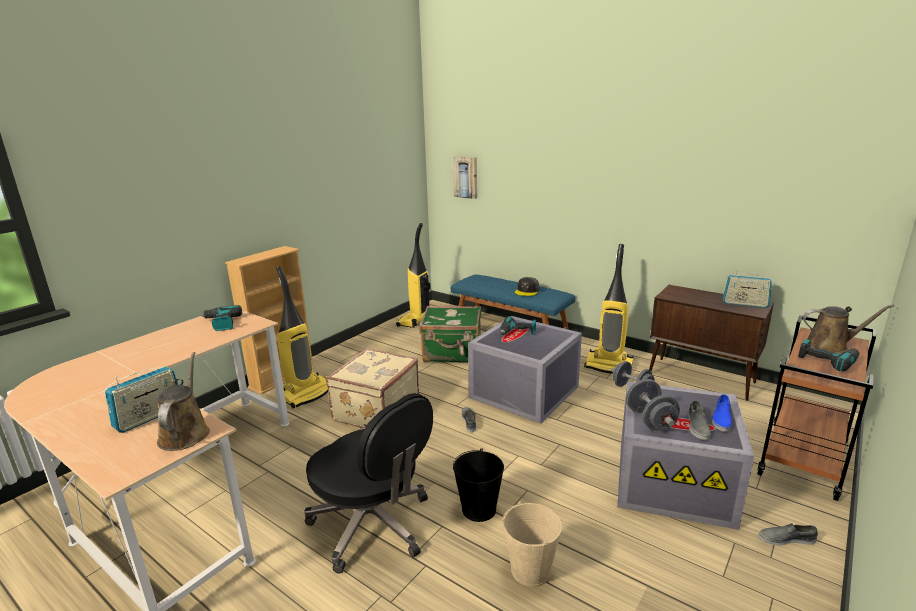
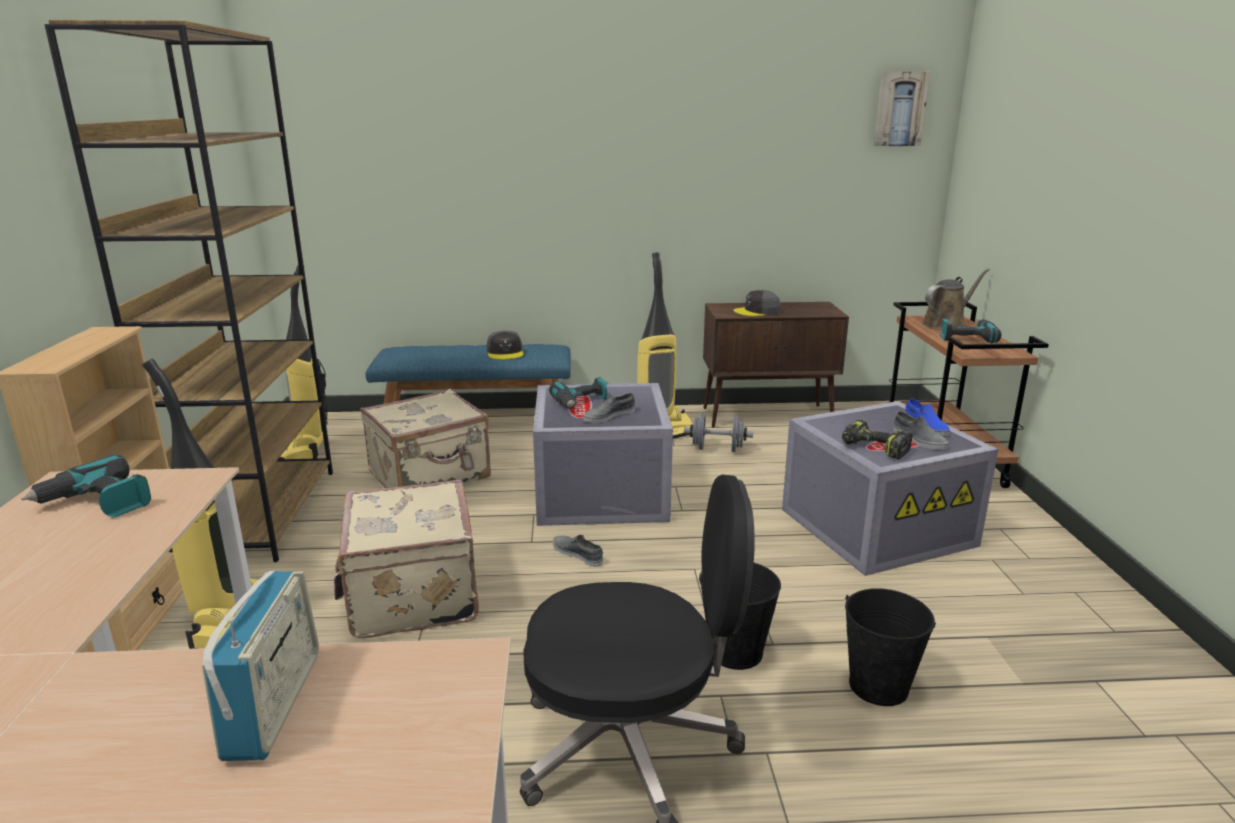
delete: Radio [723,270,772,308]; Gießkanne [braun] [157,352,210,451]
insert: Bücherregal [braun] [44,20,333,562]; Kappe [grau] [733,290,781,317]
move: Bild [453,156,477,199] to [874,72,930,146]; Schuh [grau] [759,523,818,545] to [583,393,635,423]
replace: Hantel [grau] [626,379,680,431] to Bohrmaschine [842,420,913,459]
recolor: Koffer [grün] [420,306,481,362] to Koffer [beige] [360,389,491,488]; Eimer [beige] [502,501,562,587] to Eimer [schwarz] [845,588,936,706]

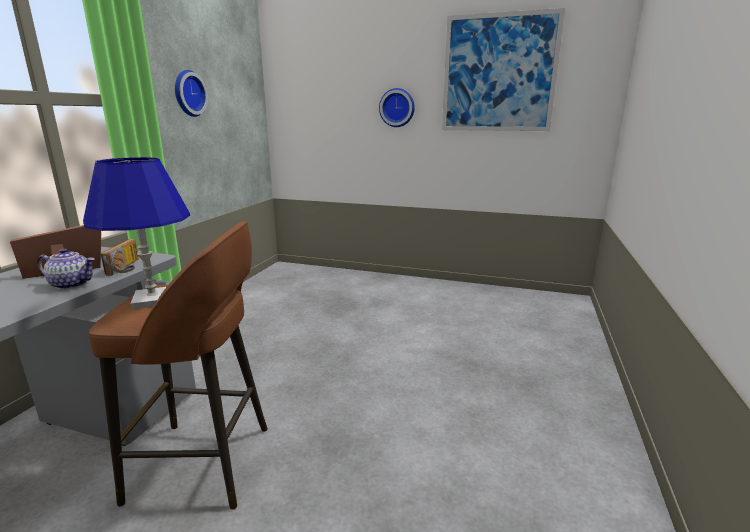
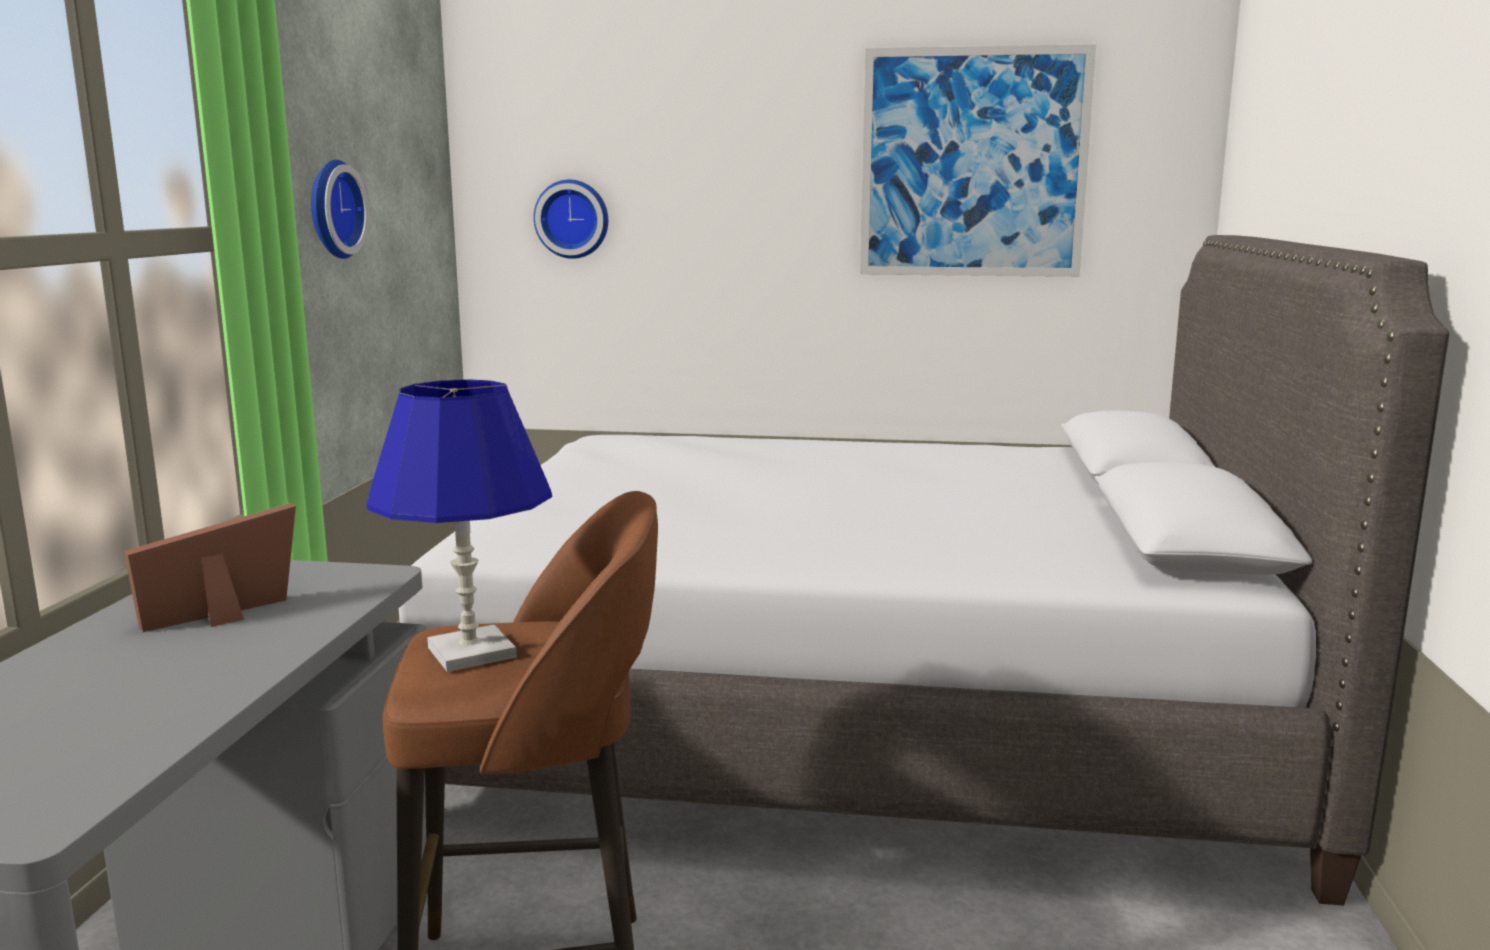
delete: Radio [101,239,139,276]; Teekanne [37,248,95,290]
insert: Bett [grau] [399,235,1449,906]
move: Wanduhr [379,88,415,127] to [534,180,608,259]

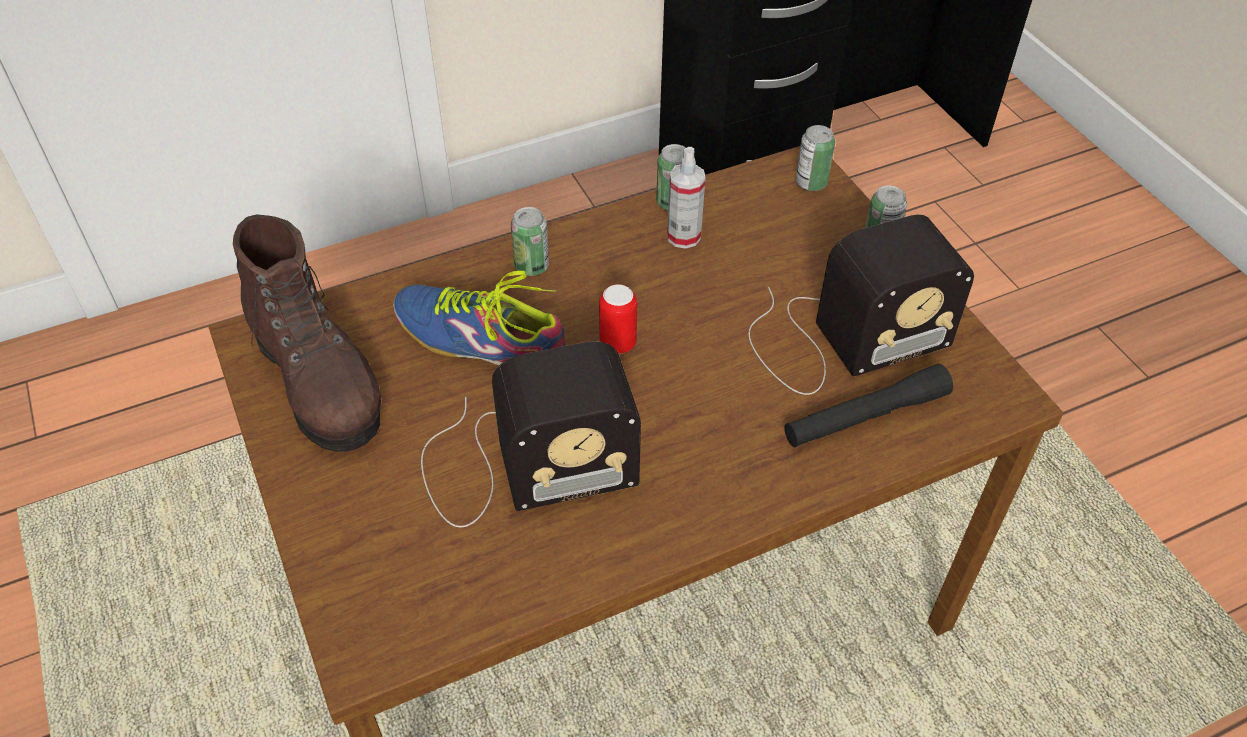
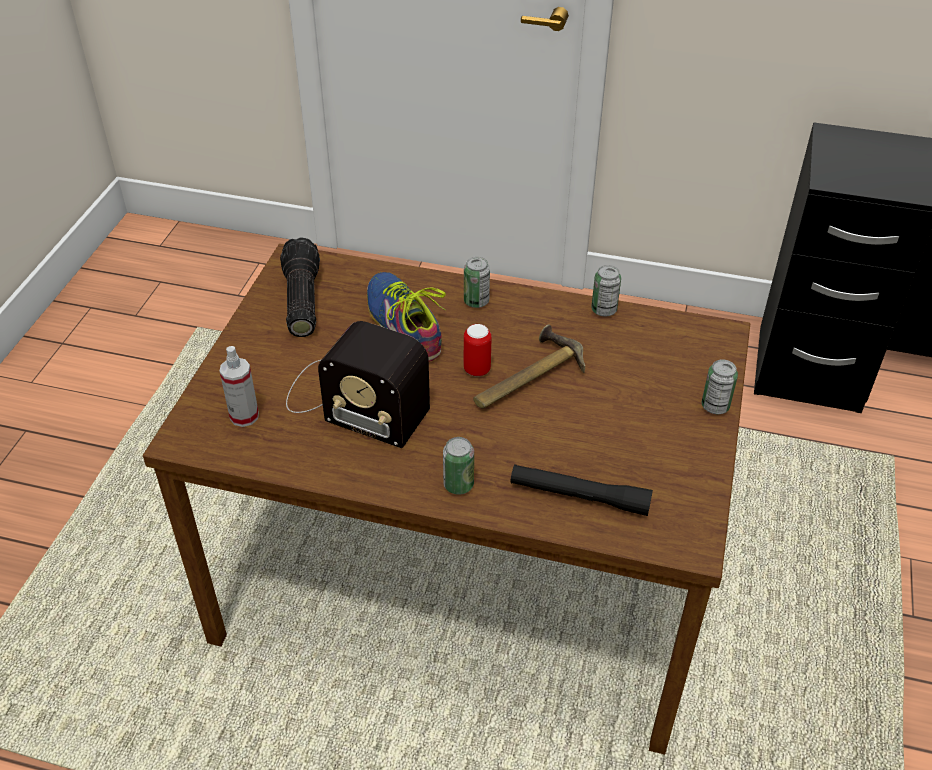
delete: Radio [748,214,974,395]
insert: Hammer [473,325,585,409]
move: Dose [795,125,835,191] to [443,437,474,495]; Sprühflasche [667,147,706,249] to [220,346,259,427]
replace: Stiefel [braun] [233,215,381,452] to Taschenlampe [280,237,320,337]

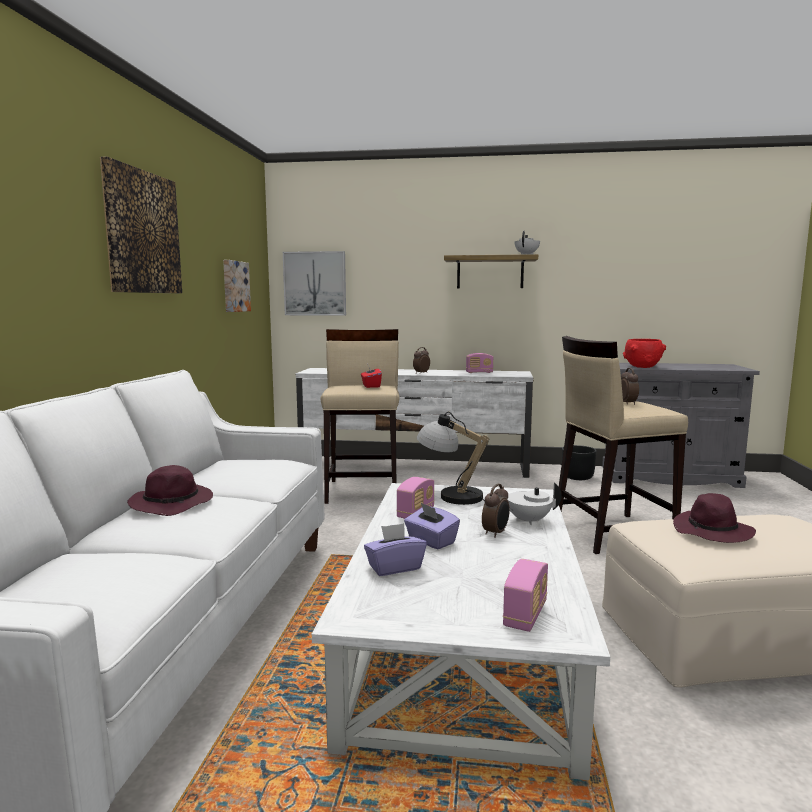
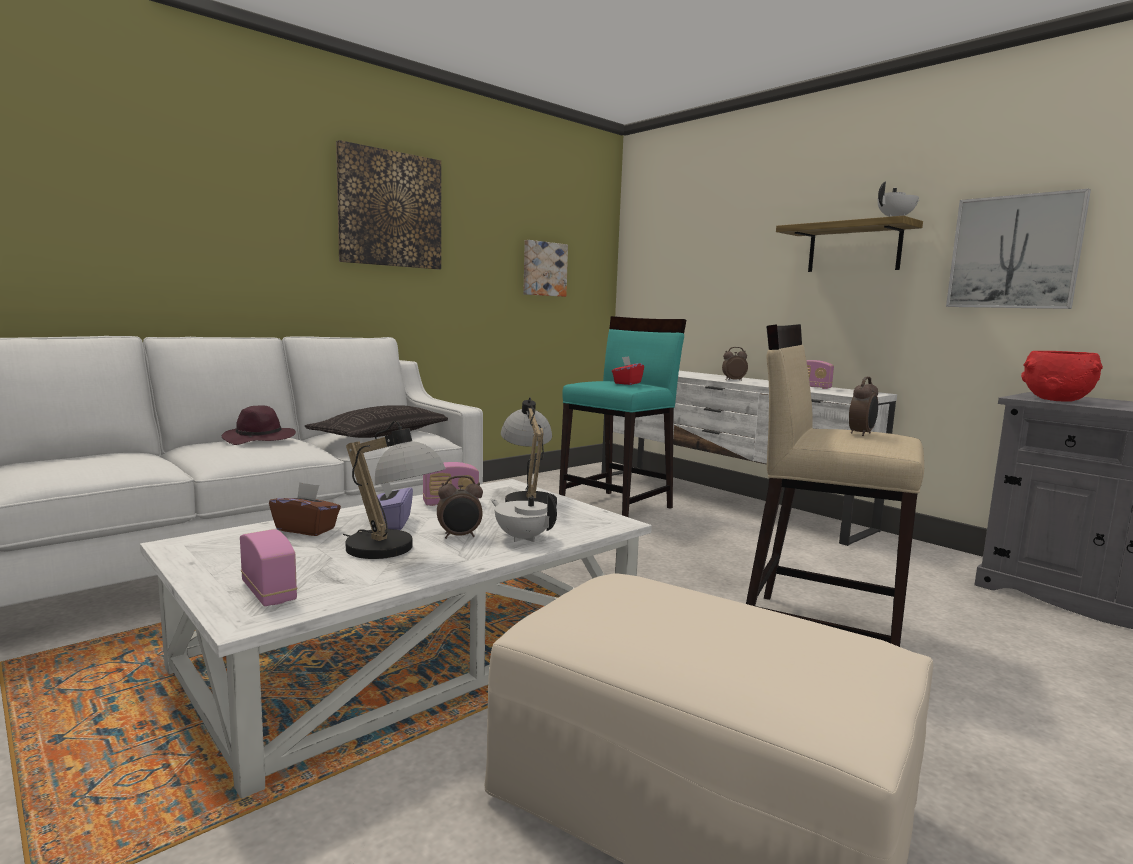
delete: Pflanzkübel [schwarz] [562,445,597,480]; Hut [lila] [673,493,756,543]
insert: Kissen [305,405,448,438]; Tischlampe [343,421,446,559]
move: Bild [283,251,346,316] to [946,188,1091,309]
recolor: Hocker [beige] [320,329,399,504] to Hocker [türkis] [559,316,686,517]; Taschentuchbox [lila] [364,523,427,576] to Taschentuchbox [braun] [269,482,341,536]
rotate: Radio [503,559,548,632] = [240,529,297,606] 105 degrees counterclockwise

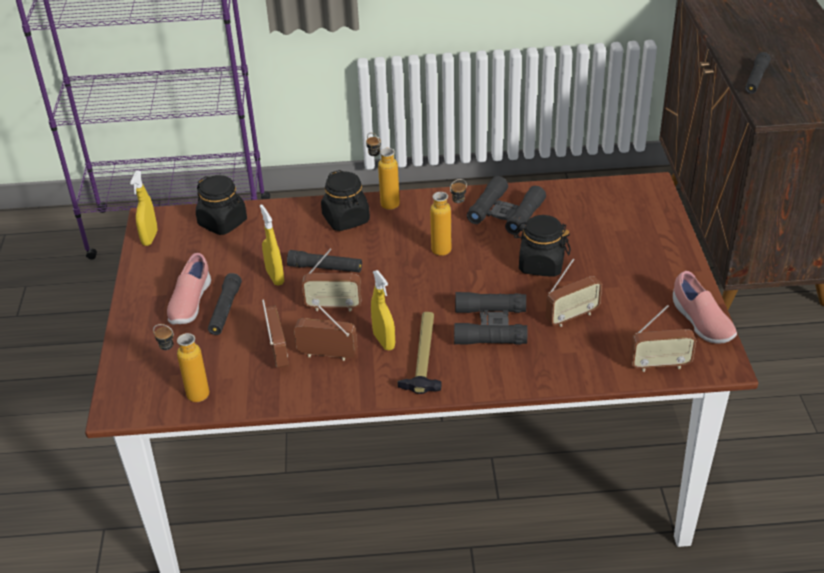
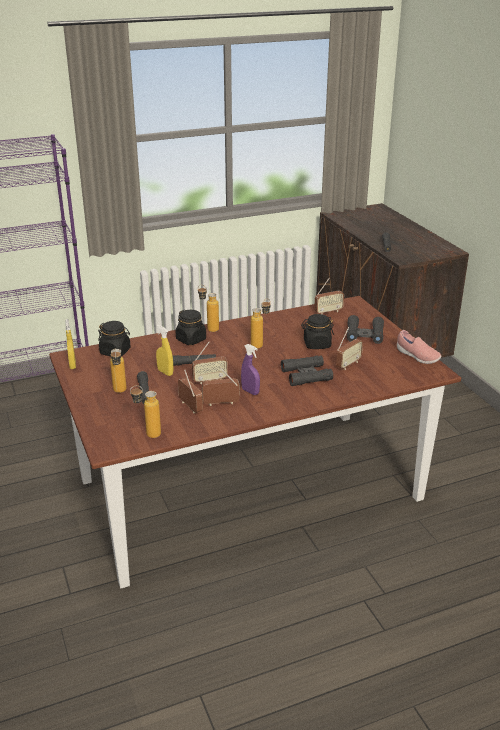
delete: Hammer [398,312,441,394]
move: Fernglas [schwarz] [467,176,546,235] to [347,315,384,344]; Radio [630,305,696,372] to [314,278,344,315]
replace: Schuh [rosa] [167,253,211,324] to Flasche [110,348,127,393]
recolor: Sprühflasche [gelb] [371,270,395,350] to Sprühflasche [lila] [241,344,260,395]

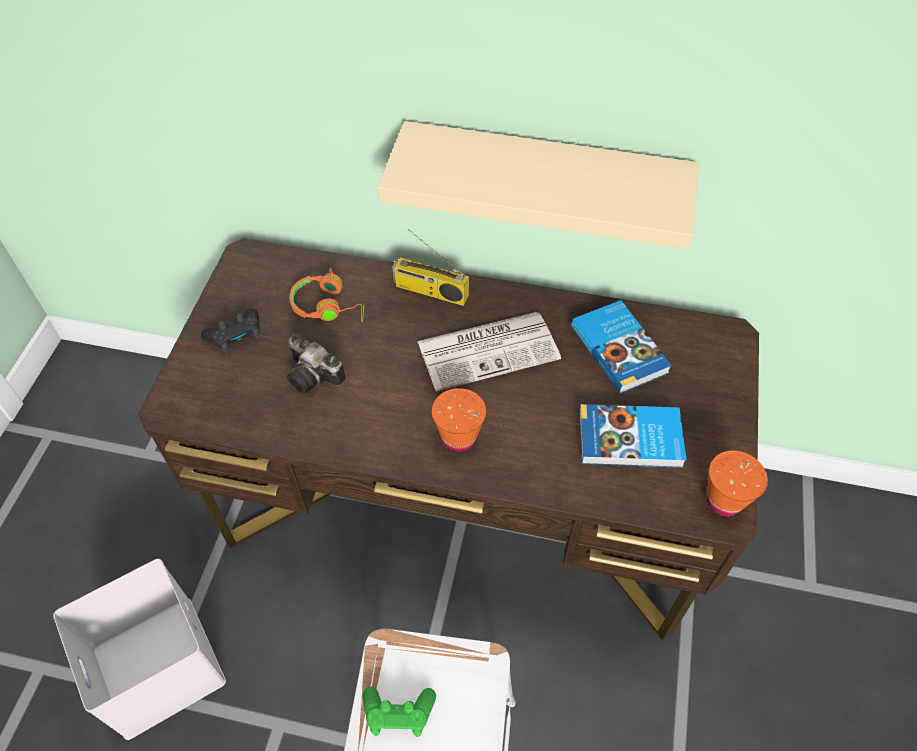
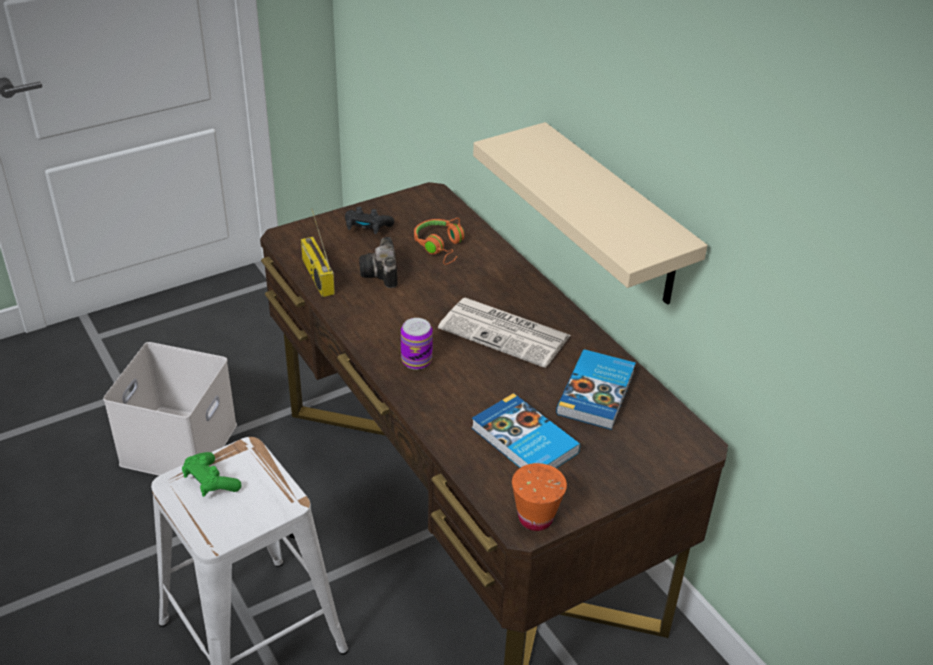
move: Radio [392,229,469,306] to [301,208,335,297]
replace: Tasse [orange] [432,388,486,452] to Dose [401,318,433,370]

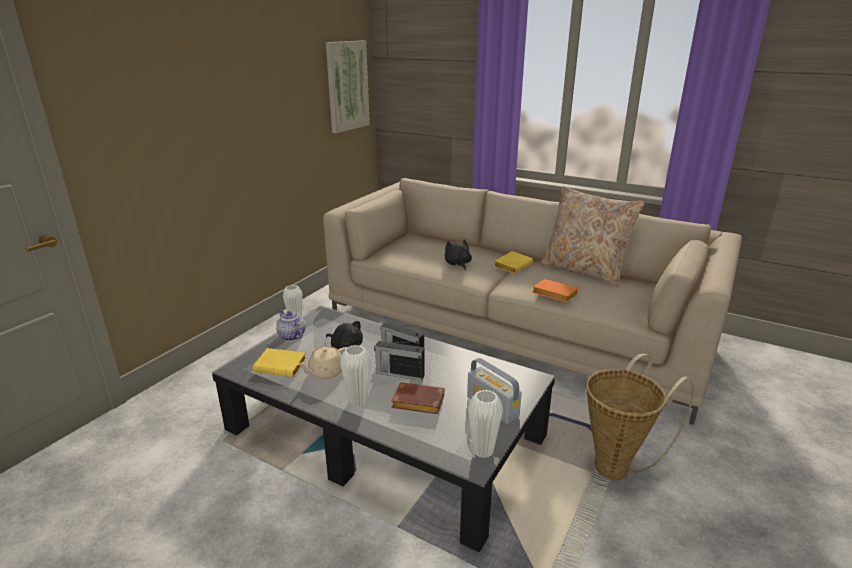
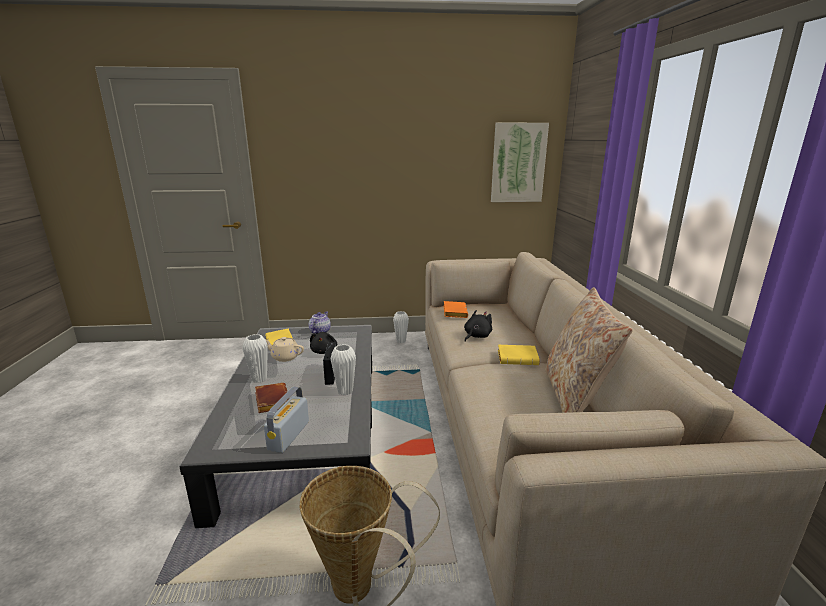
delete: Radio [374,341,425,381]
move: Buch [orange] [532,279,579,302] to [443,301,468,318]; Vase [weiß] [468,390,503,458] to [331,344,356,395]

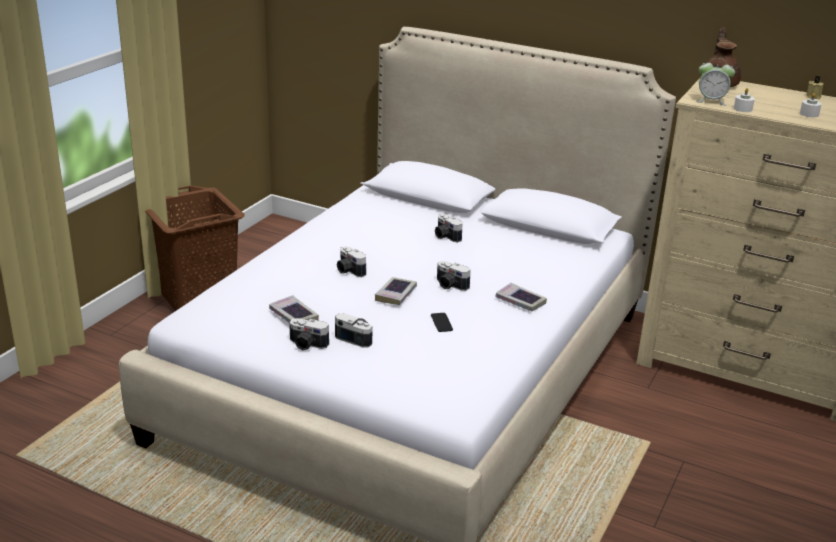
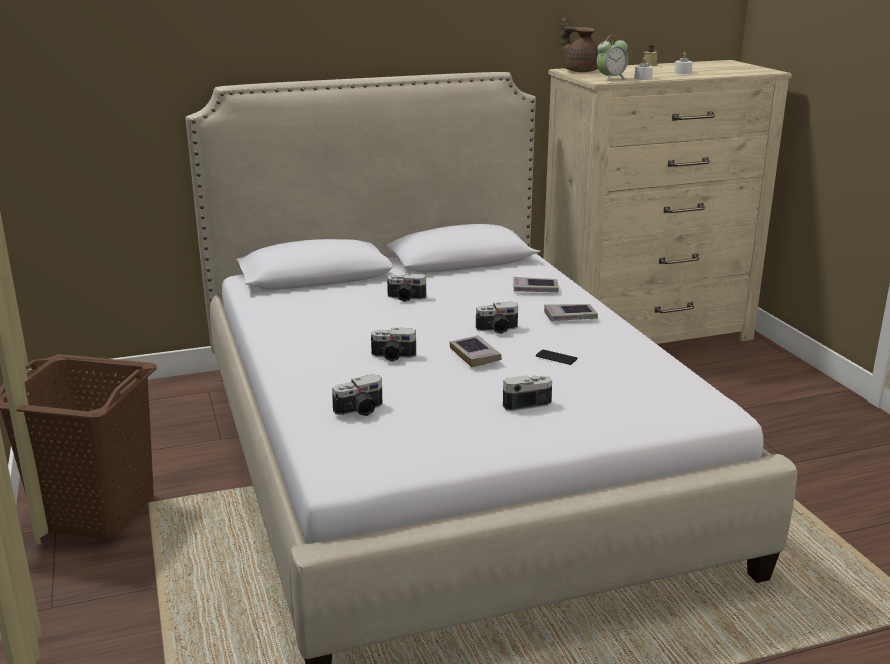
move: Buch [269,295,319,323] to [513,277,559,292]; Kamera [289,318,329,350] to [332,375,382,416]

